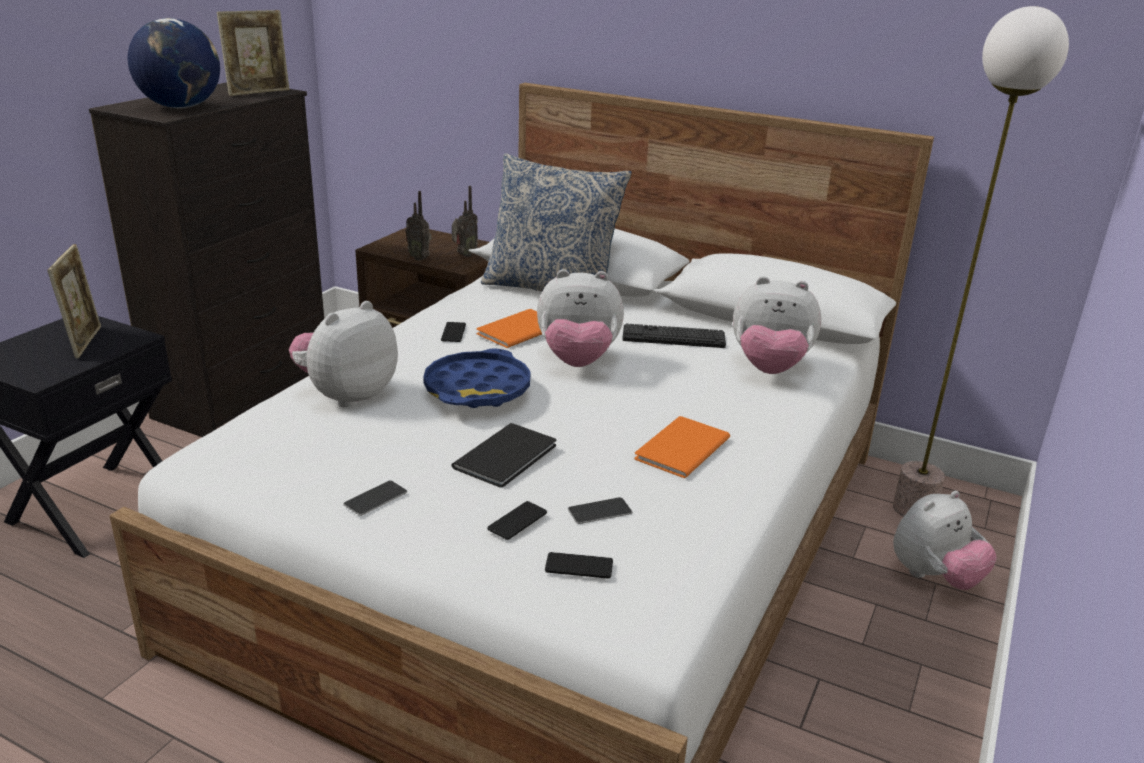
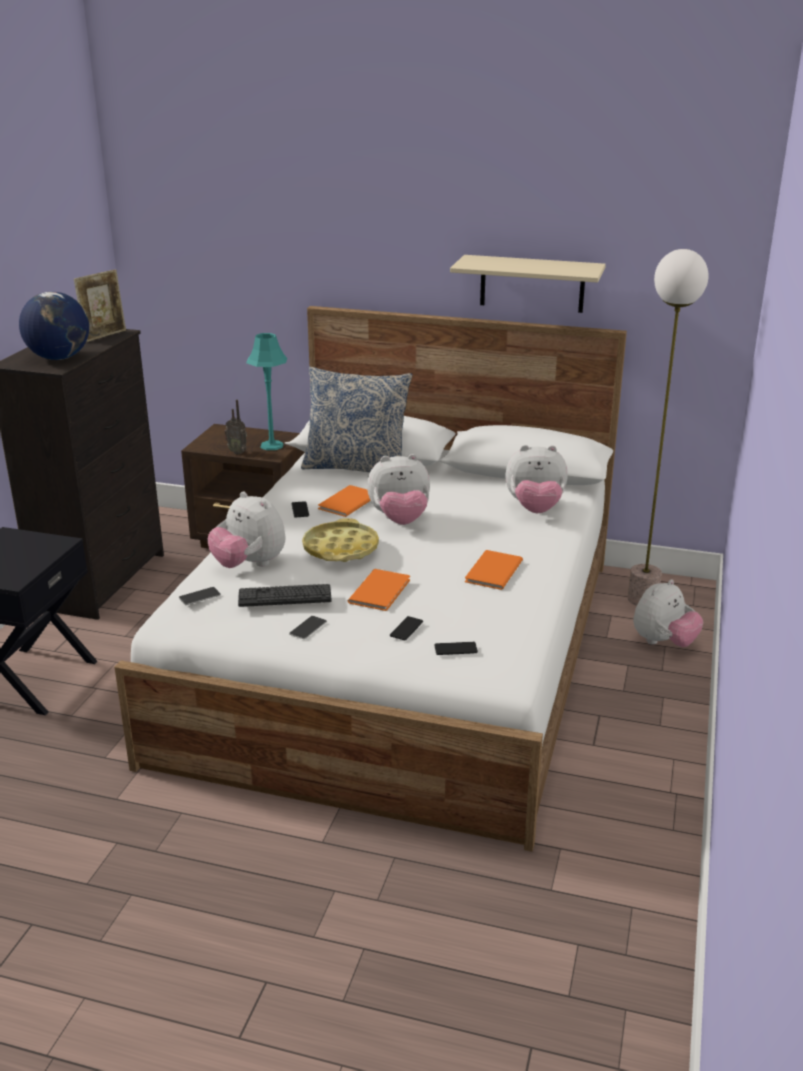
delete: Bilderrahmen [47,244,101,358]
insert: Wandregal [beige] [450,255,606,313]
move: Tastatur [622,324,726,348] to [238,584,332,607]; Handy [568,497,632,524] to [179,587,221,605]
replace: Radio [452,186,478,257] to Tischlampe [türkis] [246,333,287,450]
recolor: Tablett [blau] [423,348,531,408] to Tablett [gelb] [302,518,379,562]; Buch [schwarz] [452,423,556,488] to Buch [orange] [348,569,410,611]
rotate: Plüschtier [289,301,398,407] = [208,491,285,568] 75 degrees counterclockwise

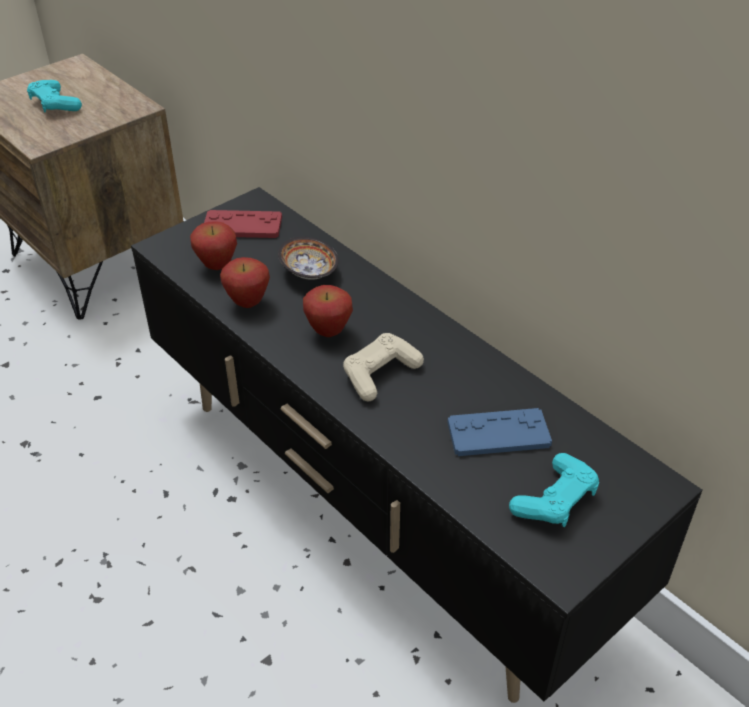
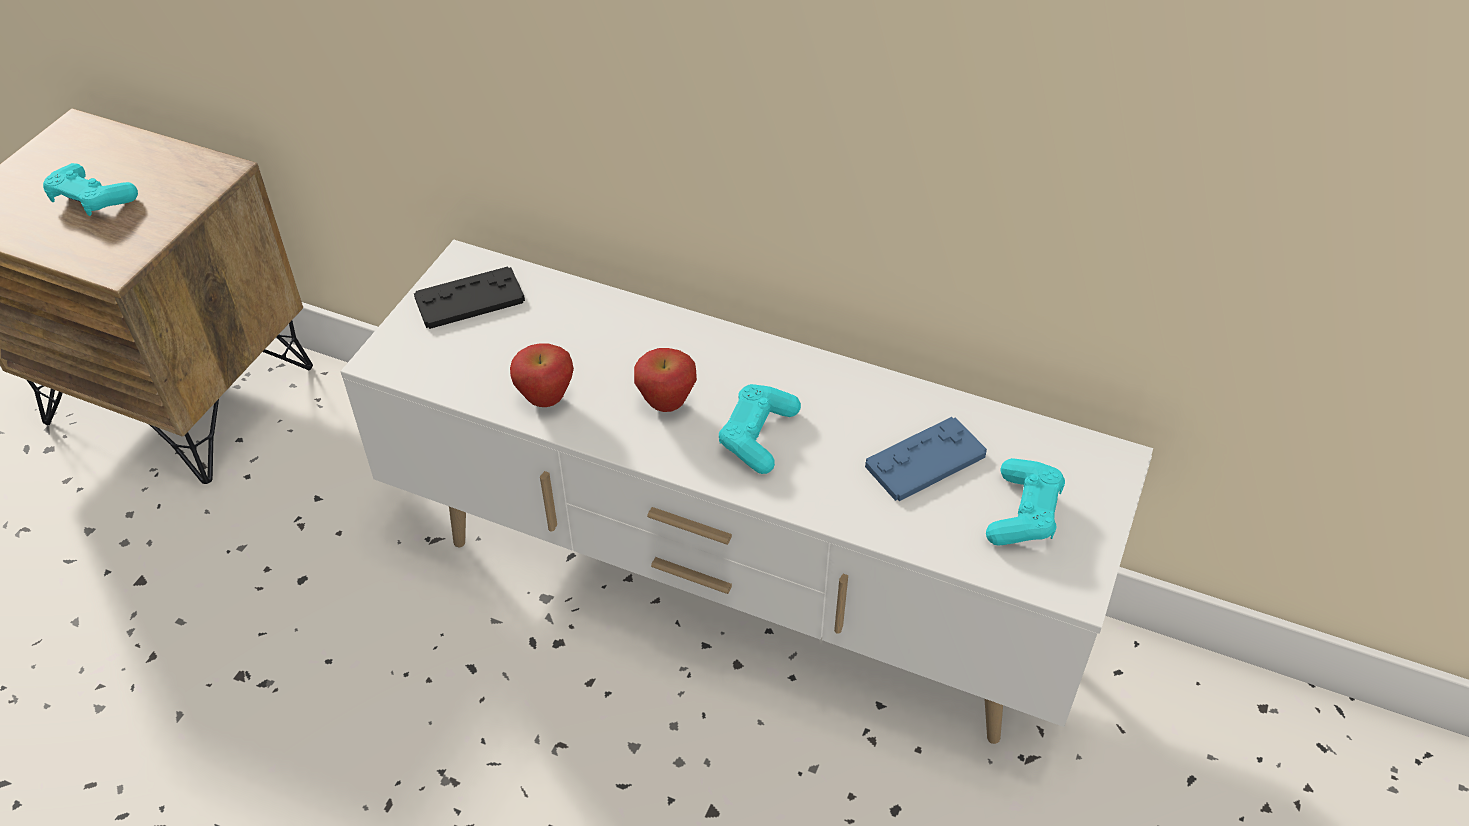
delete: Apfel [190,221,237,270]; Schüssel [278,237,339,280]
recolor: Fernsehschrank [schwarz] [131,187,702,703] to Fernsehschrank [weiß] [340,240,1153,744]; Gamepad [rot] [204,210,282,238] to Gamepad [schwarz] [414,267,525,329]; Gamepad [beige] [343,333,424,401] to Gamepad [türkis] [719,384,801,474]

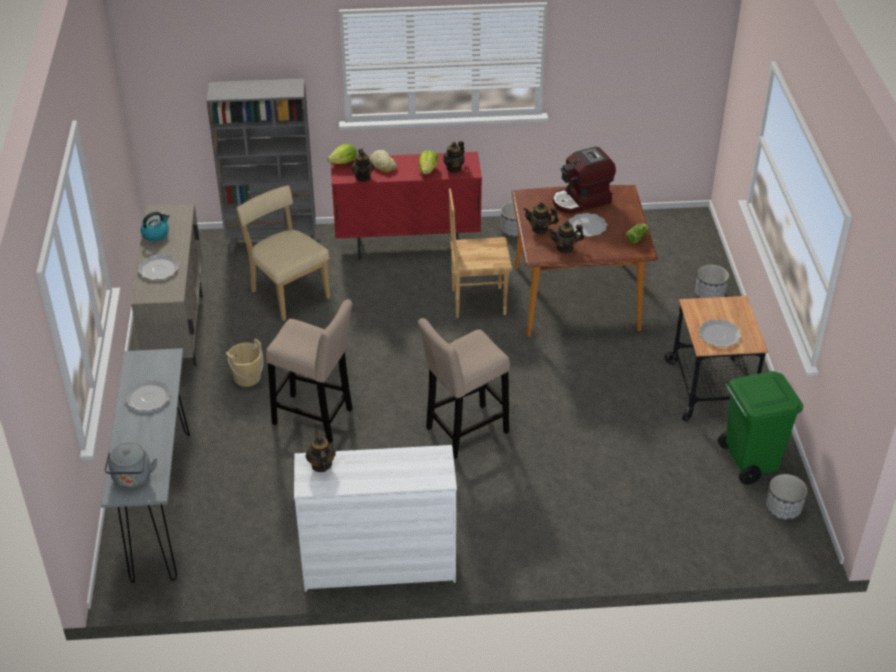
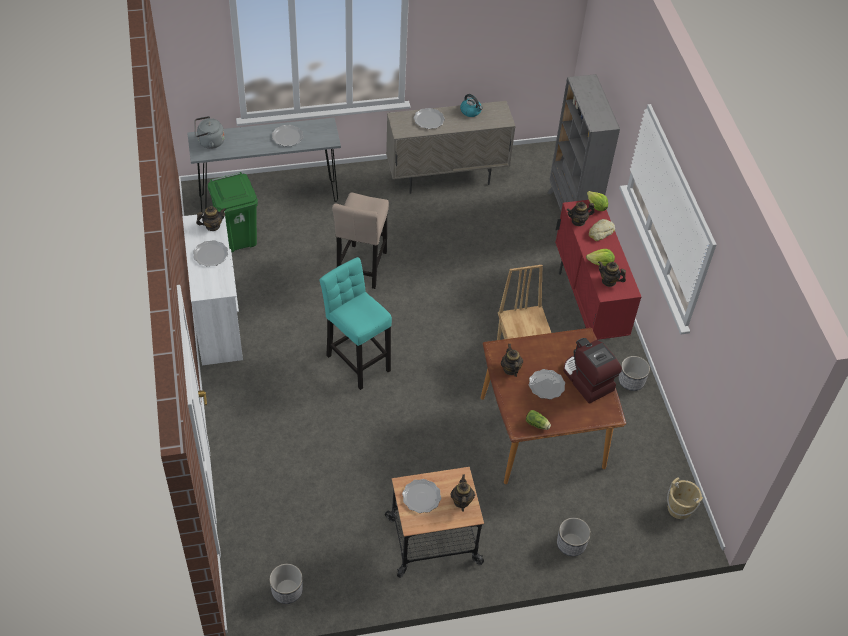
delete: Stuhl [beige] [236,185,330,321]
insert: Teller [193,240,228,267]
move: Teekanne [523,202,559,234] to [450,474,475,512]; Eimer [beige] [226,338,263,387] to [667,477,703,519]; Mülleimer [grün] [718,371,804,485] to [208,172,258,253]
recolor: Hocker [beige] [418,318,510,459] to Hocker [türkis] [320,257,392,390]

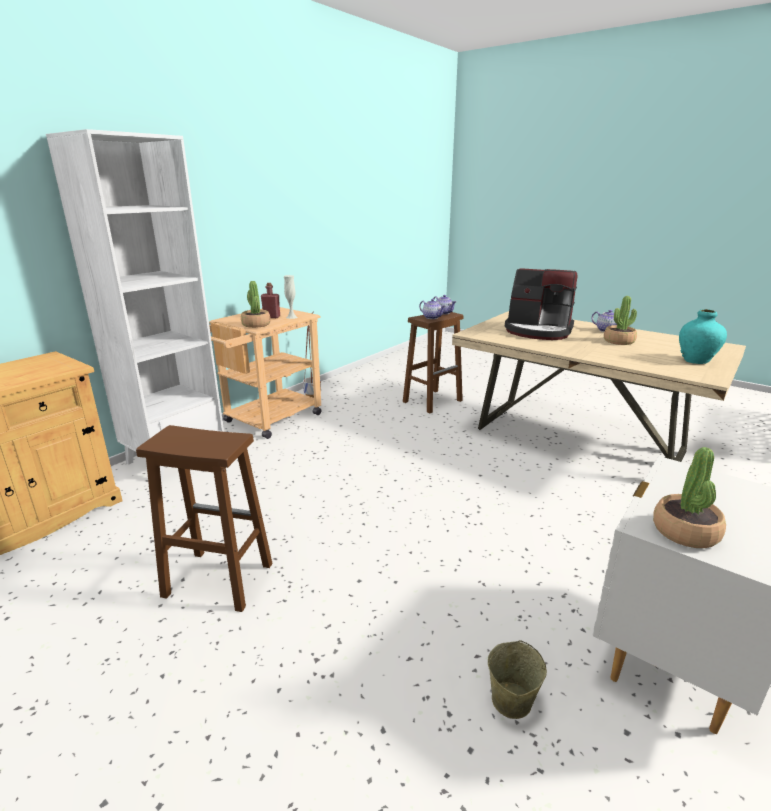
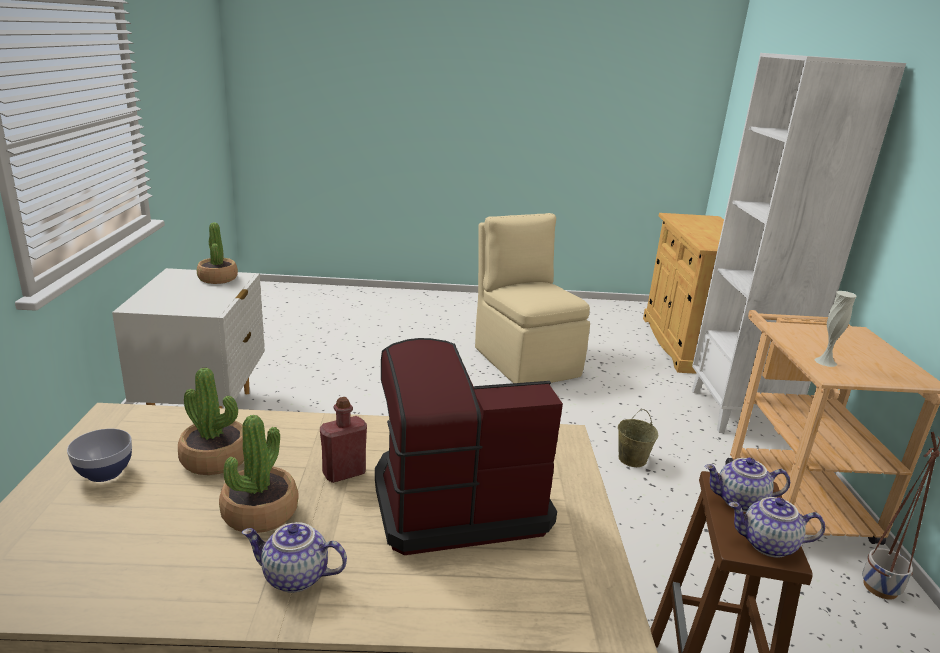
move: Topfpflanze [241,281,271,328] to [178,368,244,475]; Flasche [rot] [261,283,280,318] to [320,397,367,483]; Eimer [beige] [488,640,547,719] to [618,409,658,467]
replace: Vase [türkis] [679,309,727,364] to Schüssel [67,429,132,482]; Hocker [braun] [136,425,272,612] to Stuhl [beige] [475,213,590,383]

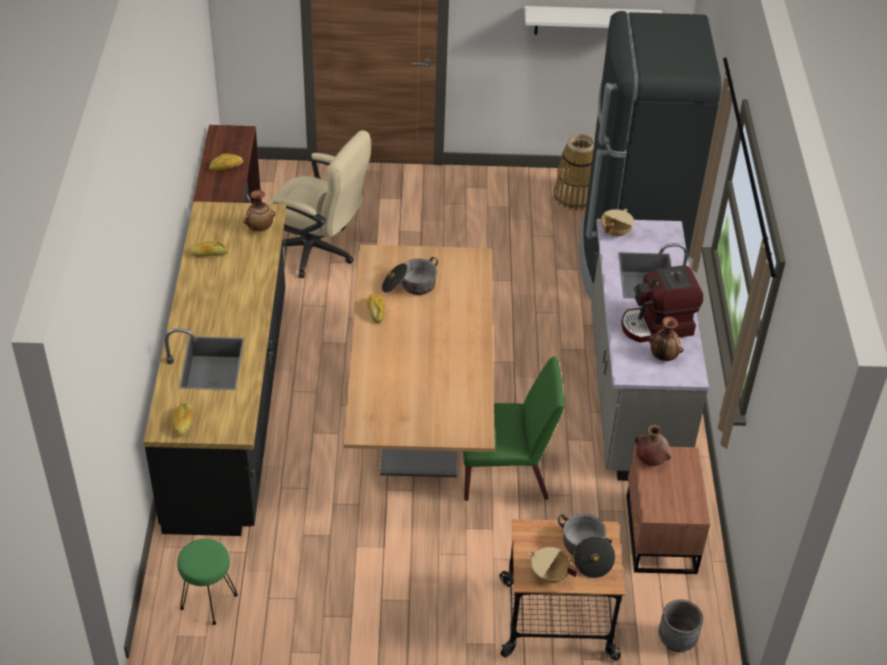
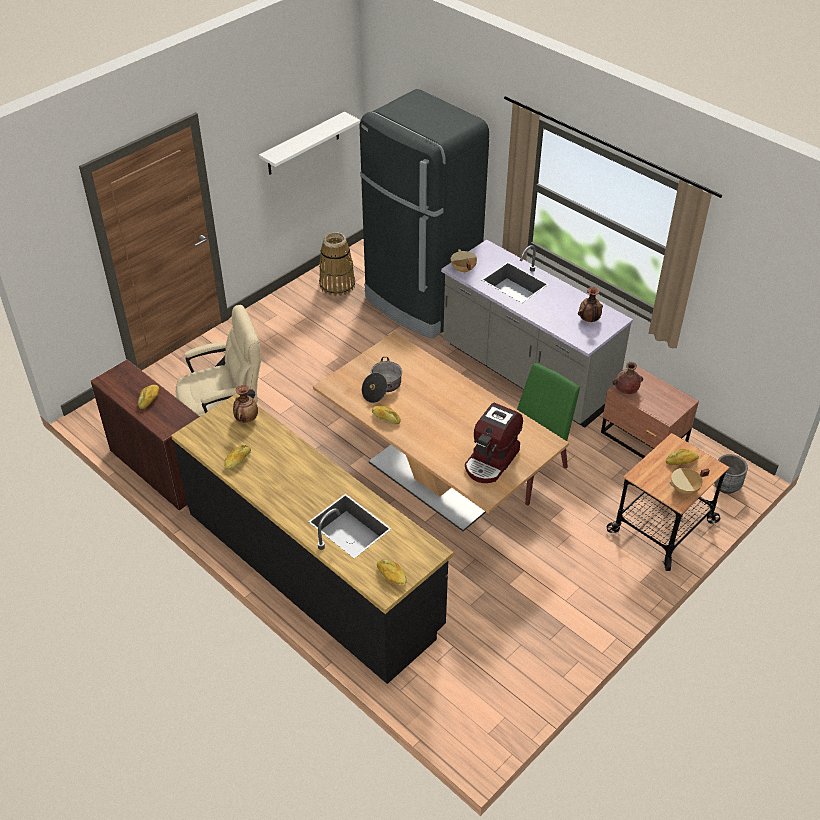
delete: Hocker [grün] [177,539,238,625]
move: Kaffeemaschine [621,265,703,343] to [465,402,523,483]
replace: Kochtopf [558,513,615,578] to Brot [666,449,699,465]

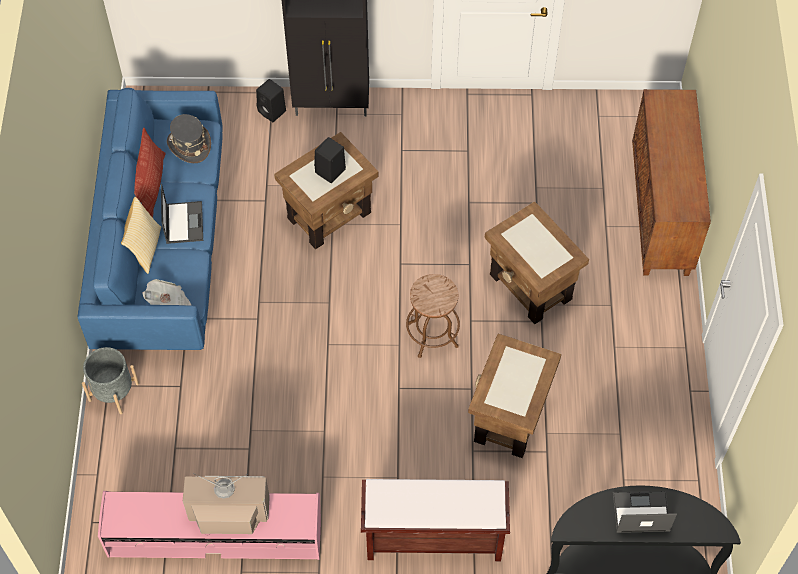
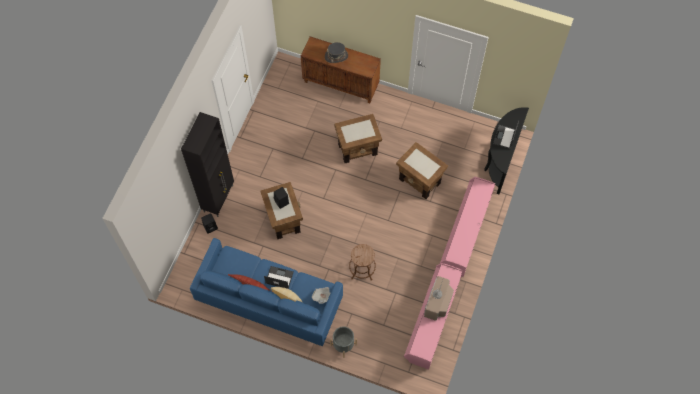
move: Hut [grau] [167,114,211,163] to [325,42,348,63]; Hocker [braun] [406,274,460,358] to [349,244,376,281]
replace: Bank [braun] [361,479,510,561] to Fernsehschrank [rosa] [440,177,495,277]

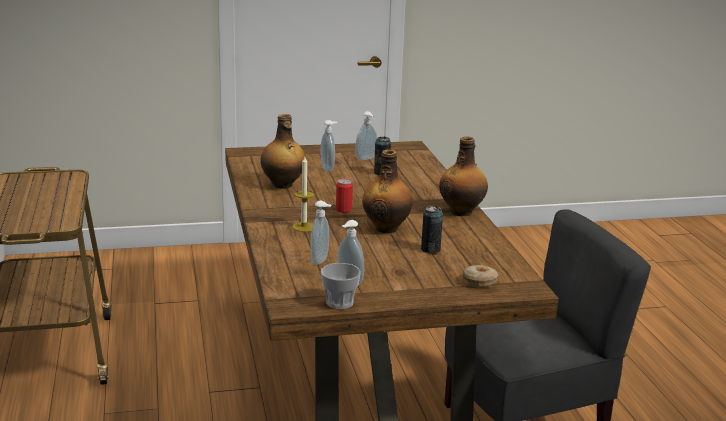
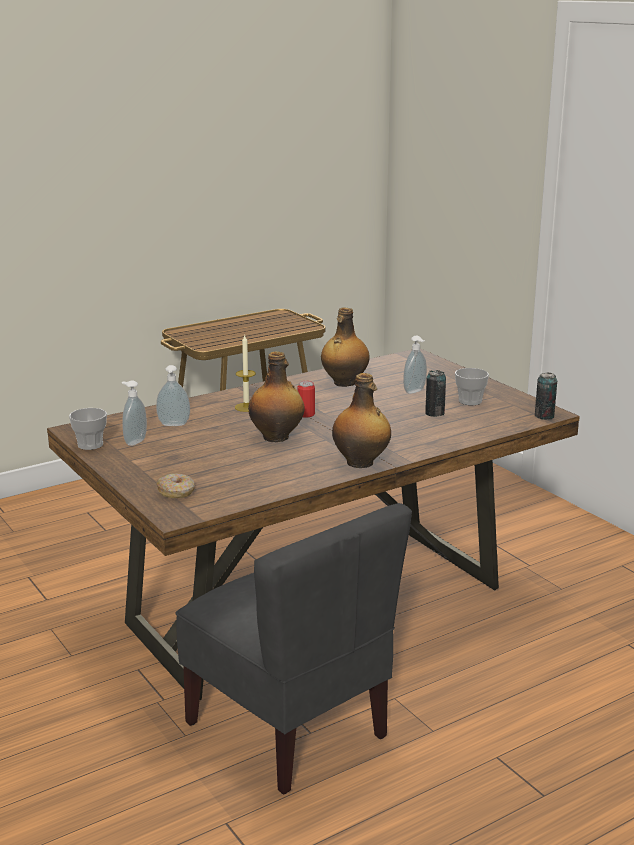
move: Dose [421,206,443,253] to [535,373,557,420]
replace: Seifenspender [355,111,377,161] to Tasse [455,368,489,405]

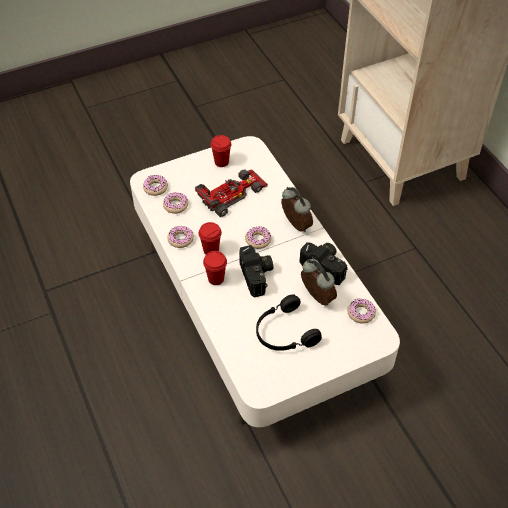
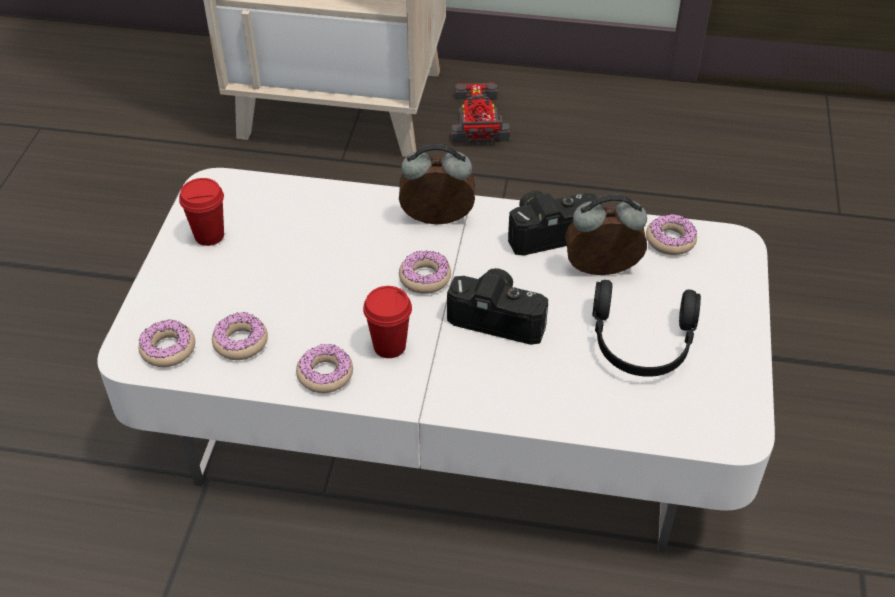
delete: Tasse [rot] [203,251,227,285]
move: Spielzeugauto [195,169,268,217] to [452,82,510,144]

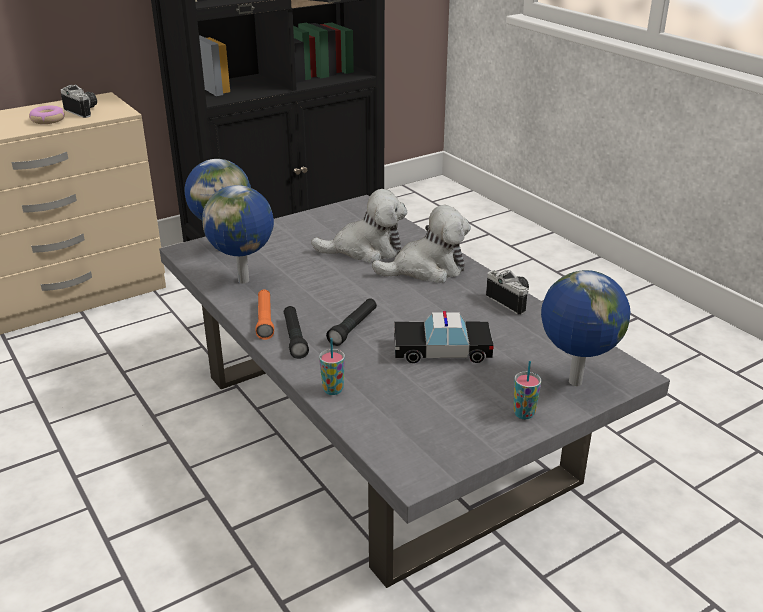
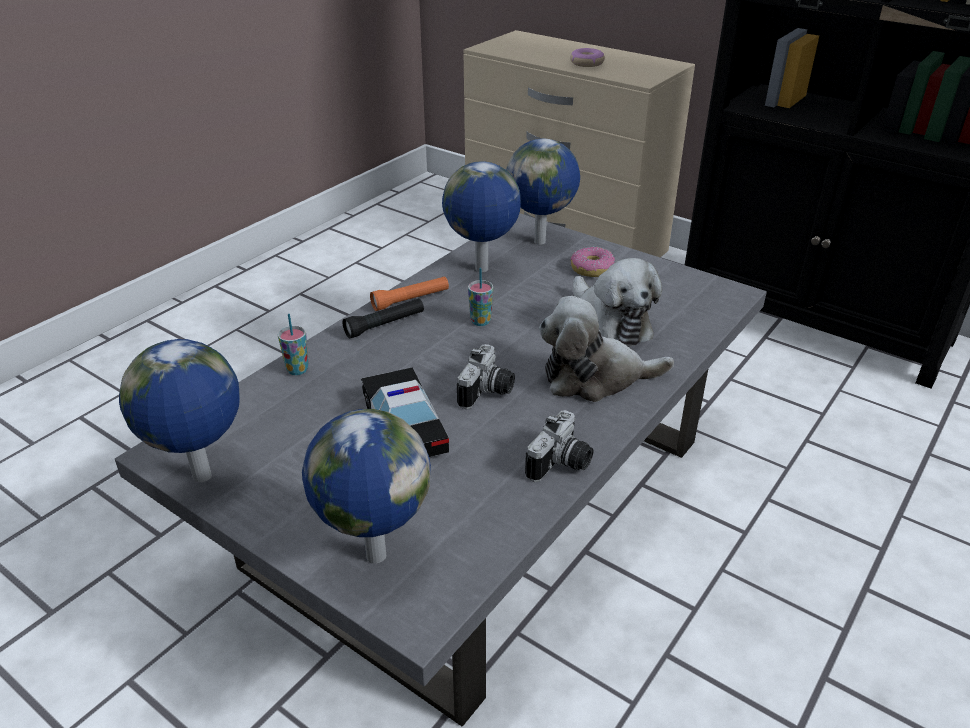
delete: Taschenlampe [schwarz] [326,298,377,346]
insert: Donut [570,247,615,277]; Globus [119,339,240,482]
move: Kamera [61,85,97,118] to [457,344,515,409]; Tasse [514,361,541,419] to [468,268,493,326]
rotate: Plüschtier [372,205,471,283] = [539,296,674,402] 120 degrees clockwise

